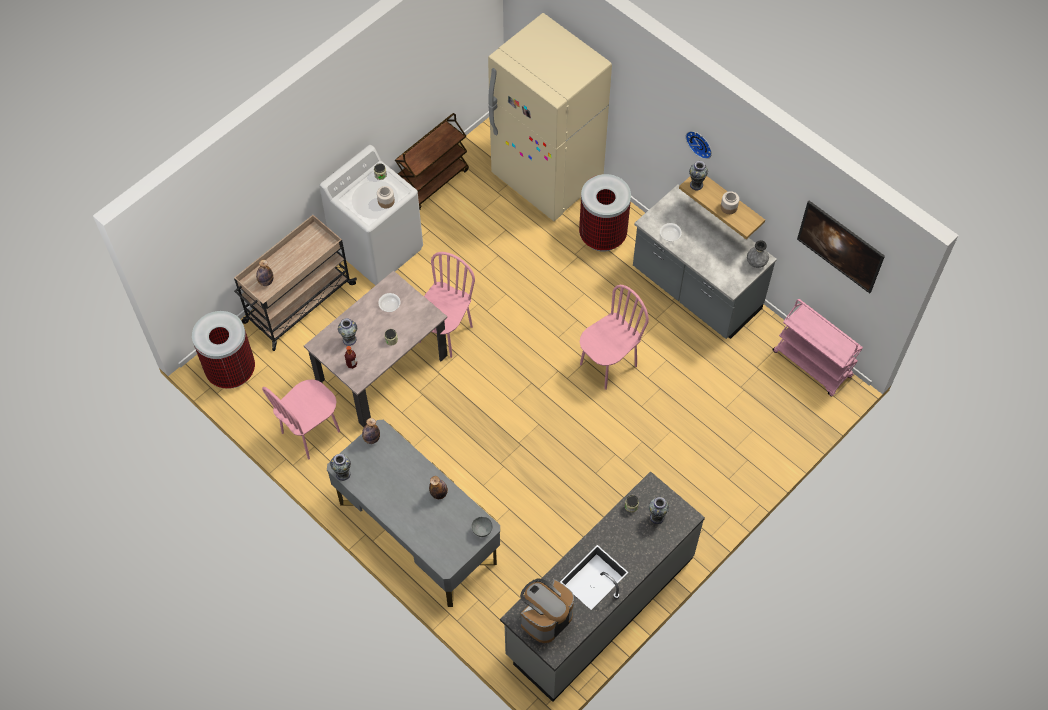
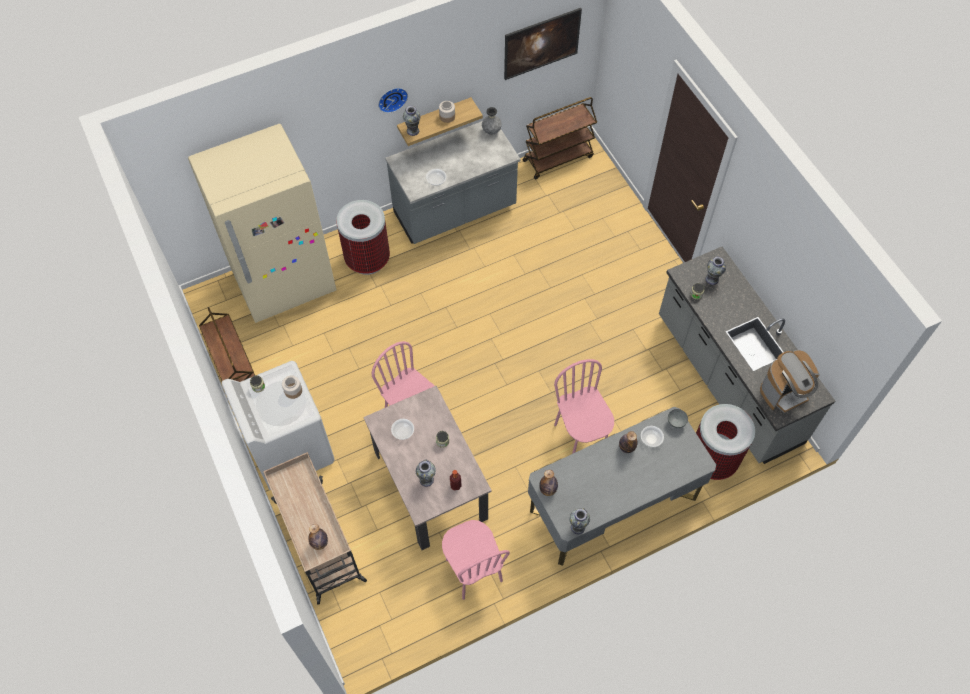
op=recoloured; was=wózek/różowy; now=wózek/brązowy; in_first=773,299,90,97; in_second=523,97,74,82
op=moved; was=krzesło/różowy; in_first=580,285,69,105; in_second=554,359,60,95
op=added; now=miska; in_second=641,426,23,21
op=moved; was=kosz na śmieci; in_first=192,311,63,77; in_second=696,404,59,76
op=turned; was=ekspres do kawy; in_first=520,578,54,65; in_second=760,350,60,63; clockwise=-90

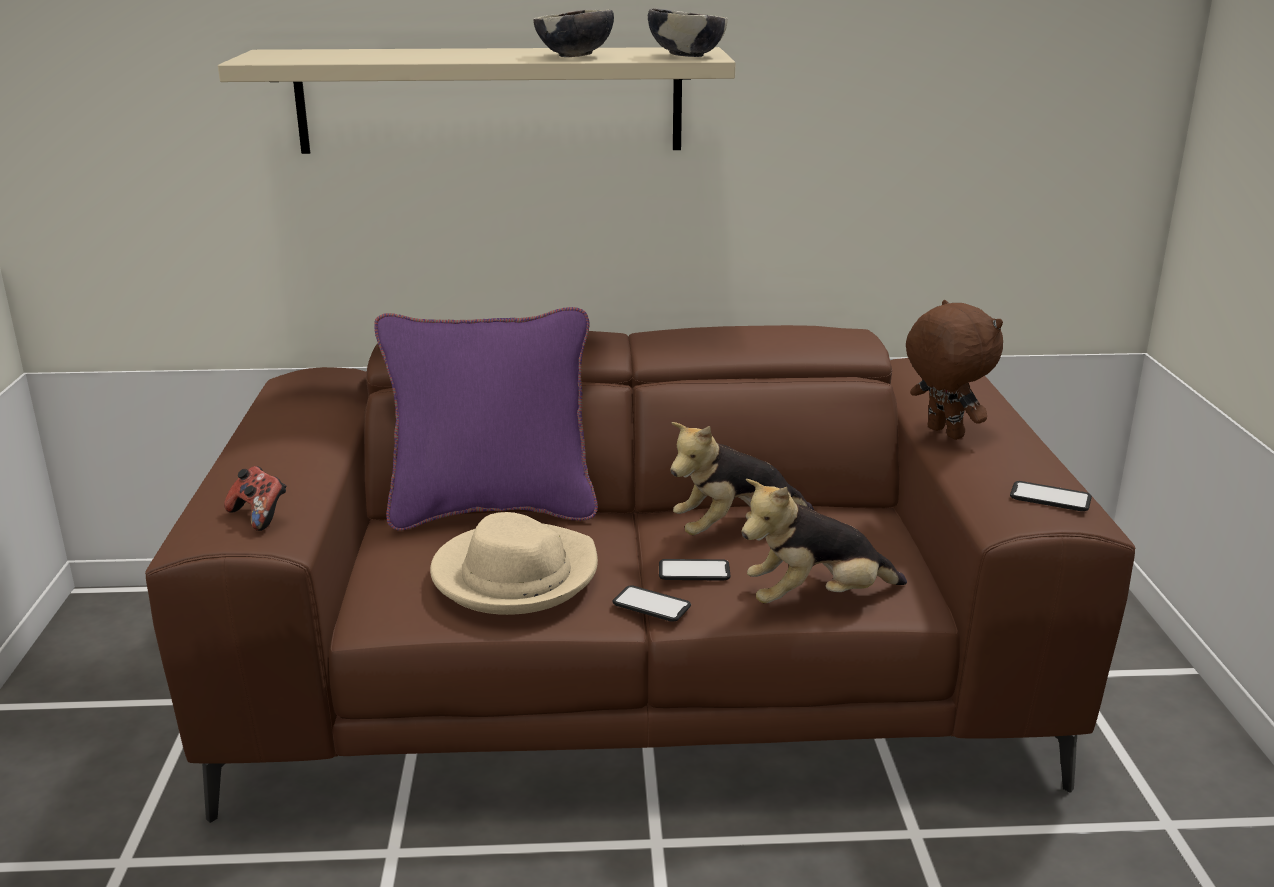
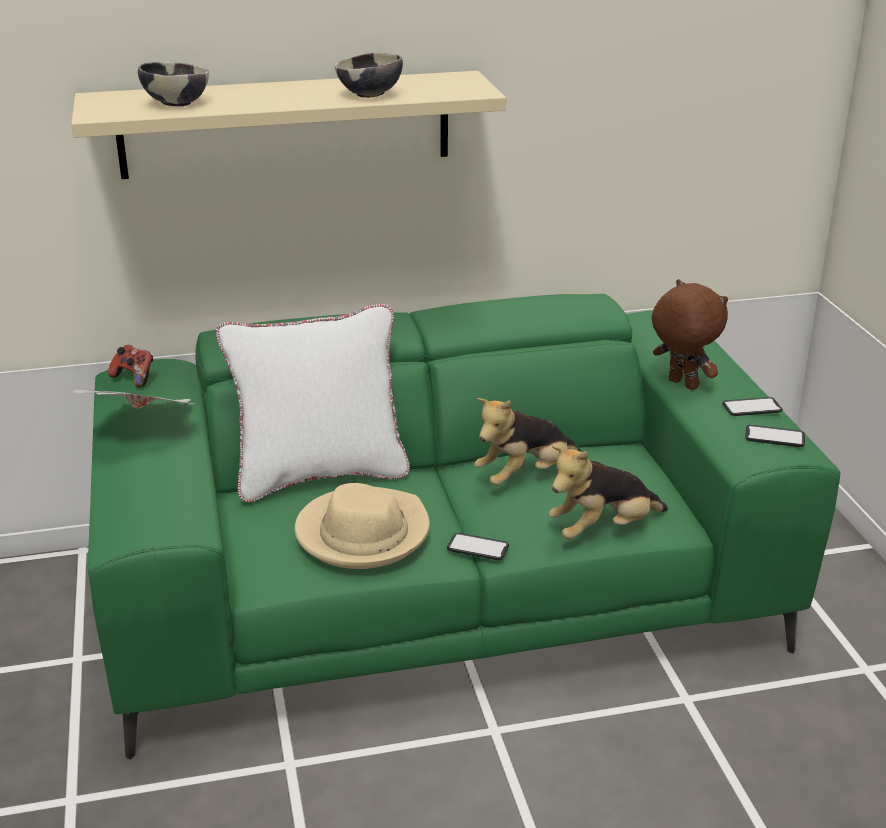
op=added; now=gazeta; in_second=73,390,121,19
op=recoloured; was=kanapa/brązowy; now=kanapa/zielony; in_first=145,325,991,498; in_second=88,294,753,466
op=moved; was=pad do gier; in_first=224,466,62,65; in_second=108,345,45,43
op=moved; was=miska; in_first=648,8,80,49; in_second=138,62,71,44
op=recoloured; was=poduszka/fioletowy; now=poduszka/biały; in_first=374,307,224,224; in_second=216,304,194,198
op=moved; was=telefon; in_first=659,559,72,22; in_second=722,397,61,19

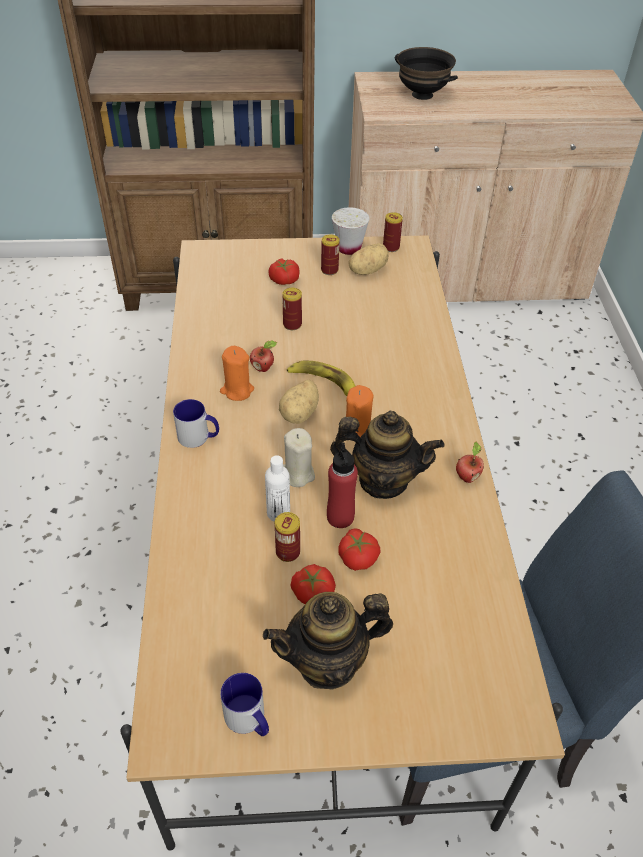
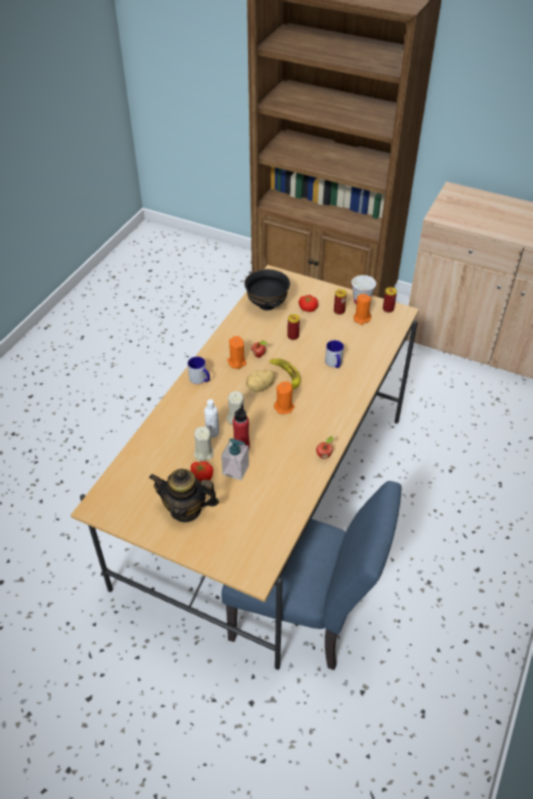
op=replaced; was=puszka; now=świeca/beżowy; in_first=275,512,25,50; in_second=194,426,20,35
op=replaced; was=pomidor; now=dozownik mydła; in_first=338,529,42,42; in_second=221,438,28,43
op=moved; was=miska/czarny; in_first=395,47,63,53; in_second=244,269,46,42
op=moved; was=kubek; in_first=220,673,49,63; in_second=325,340,19,28
op=replaced; was=ziemniak; now=świeca/pomarańczowy; in_first=348,243,40,32; in_second=354,294,17,31
op=removed; was=imbryk; in_first=330,411,114,88

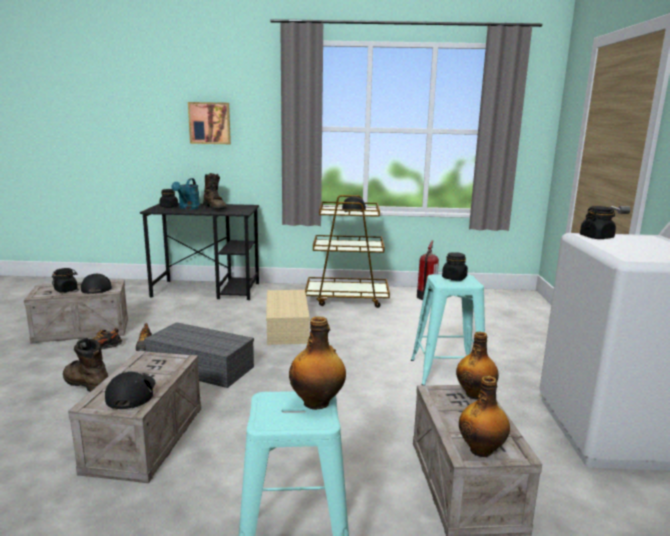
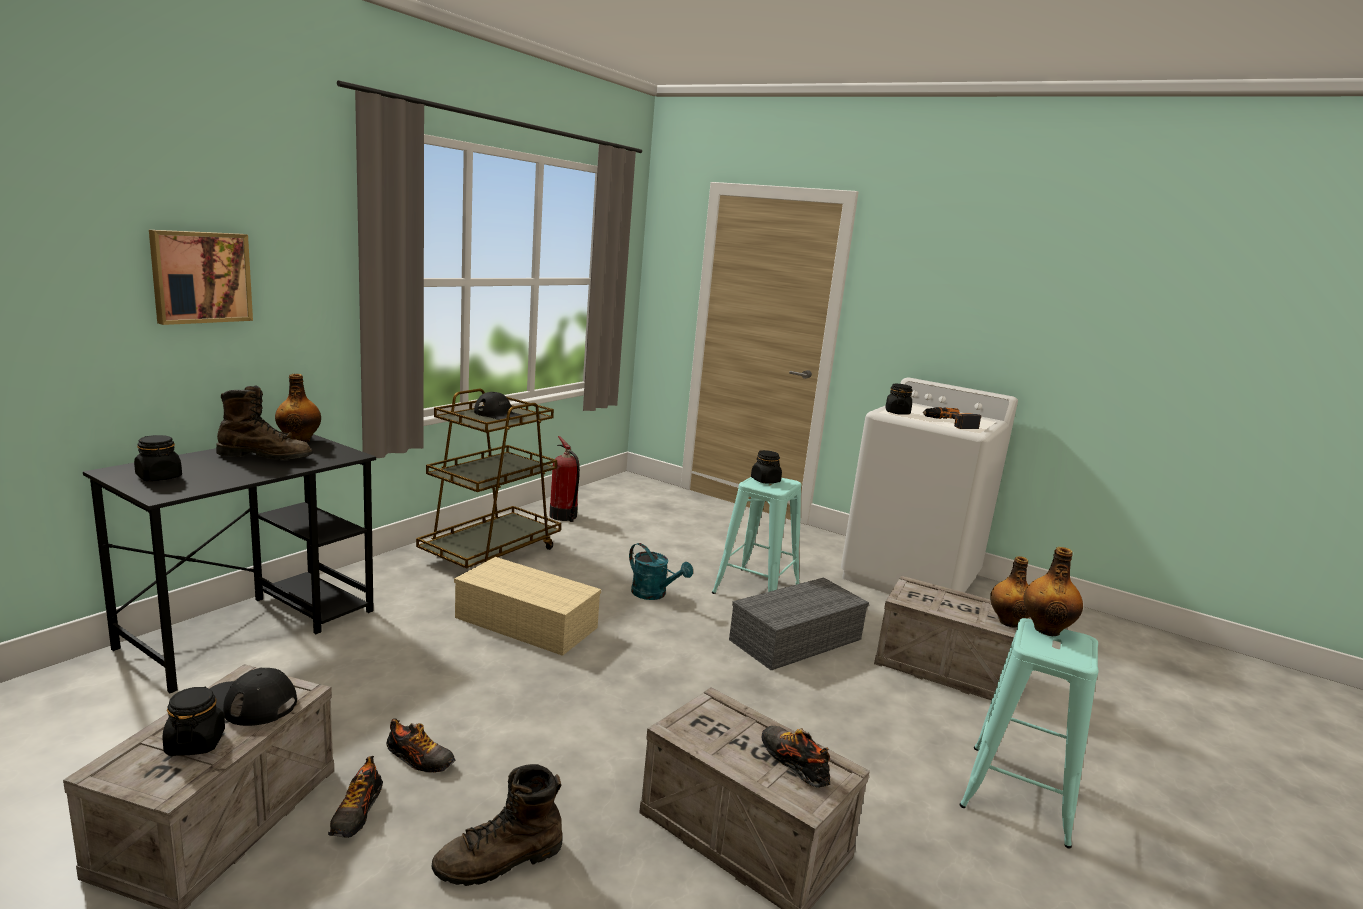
op=moved; was=butelka; in_first=456,332,43,67; in_second=275,374,46,69
op=moved; was=konewka/turkusowy; in_first=171,178,29,32; in_second=629,543,64,57
op=moved; was=pojemnik do przechowywania/szary; in_first=144,322,110,66; in_second=729,577,140,93
op=replaced; was=czapka z daszkiem/czarny; now=but; in_first=105,372,51,37; in_second=762,726,68,62
op=added; now=wiertarka; in_second=923,407,58,22

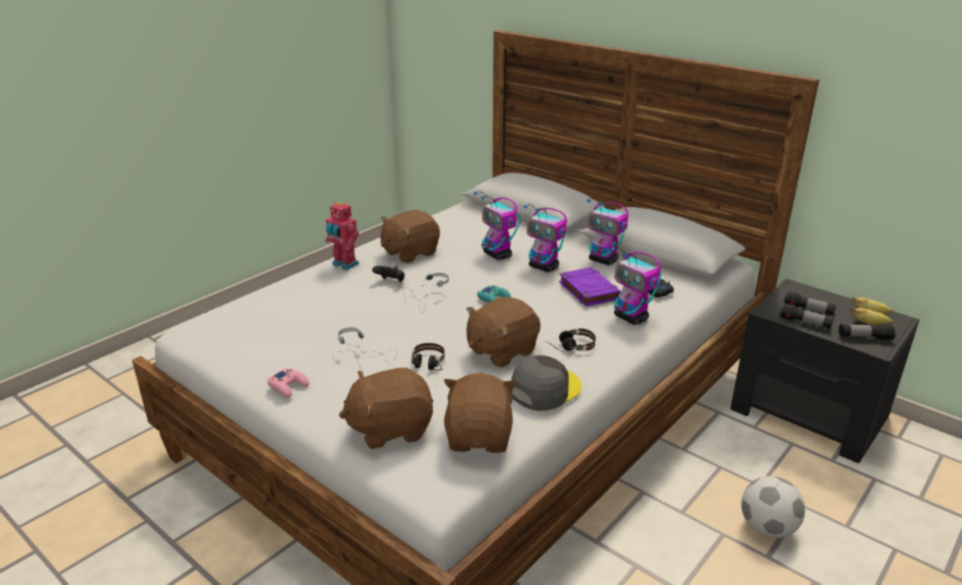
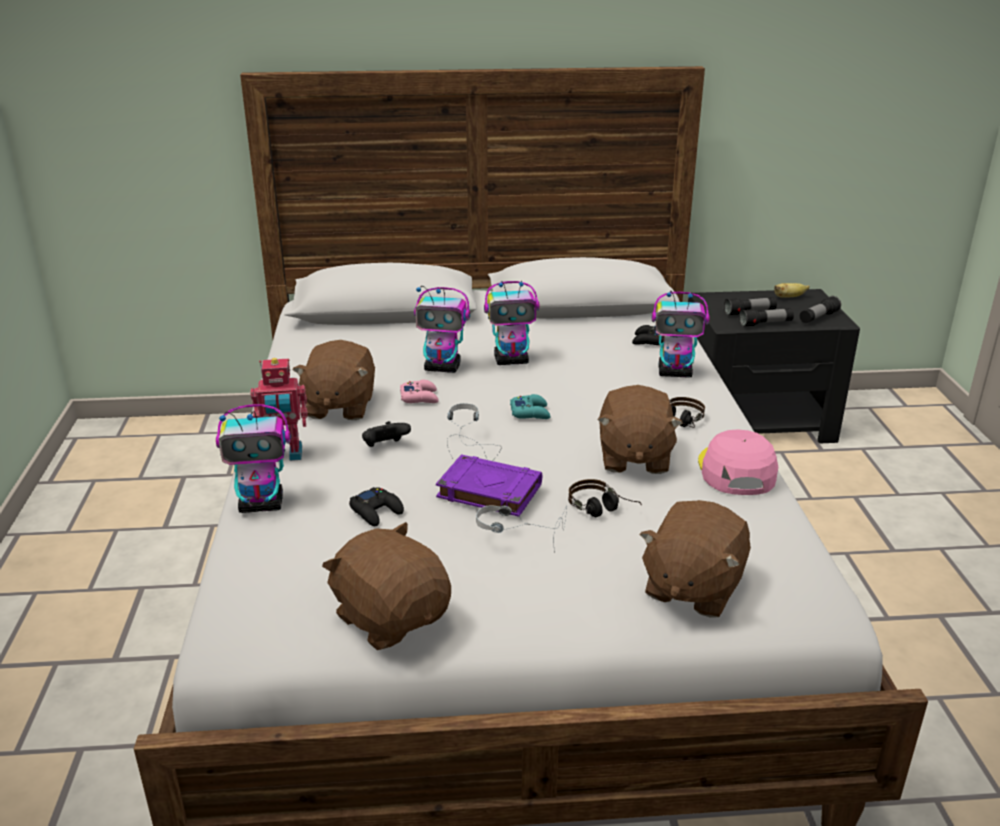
op=moved; was=robot zabawkowy; in_first=587,198,42,67; in_second=216,404,75,109
op=moved; was=pluszak/brązowy; in_first=444,373,73,80; in_second=322,522,129,128
op=added; now=pad do gier/czarny; in_second=349,487,55,39
op=moved; was=pad do gier/różowy; in_first=268,368,41,30; in_second=400,380,39,23
op=moved; was=książka/fioletowy; in_first=559,267,62,40; in_second=436,454,106,63
op=recoloured; was=czapka z daszkiem/szary; now=czapka z daszkiem/różowy; in_first=511,355,71,56; in_second=698,429,80,66
op=removed; was=piłka futbolowa; in_first=741,476,64,62
op=removed; was=banan; in_first=851,307,42,19

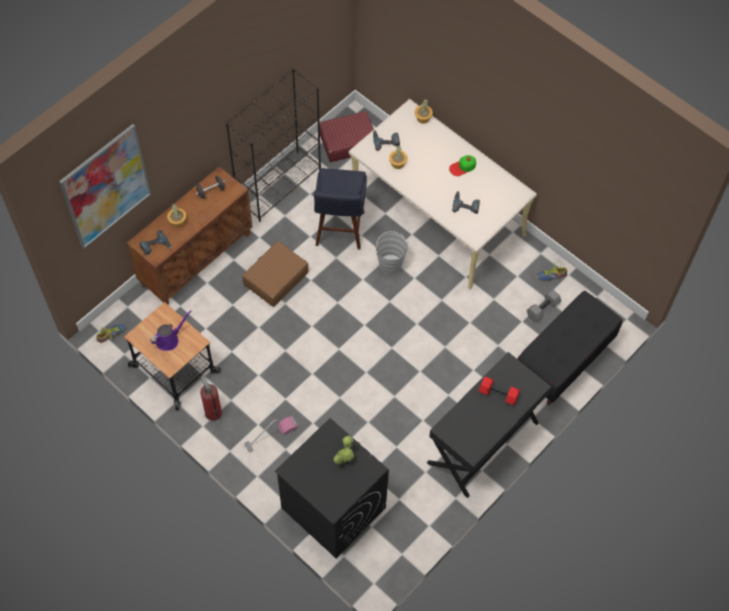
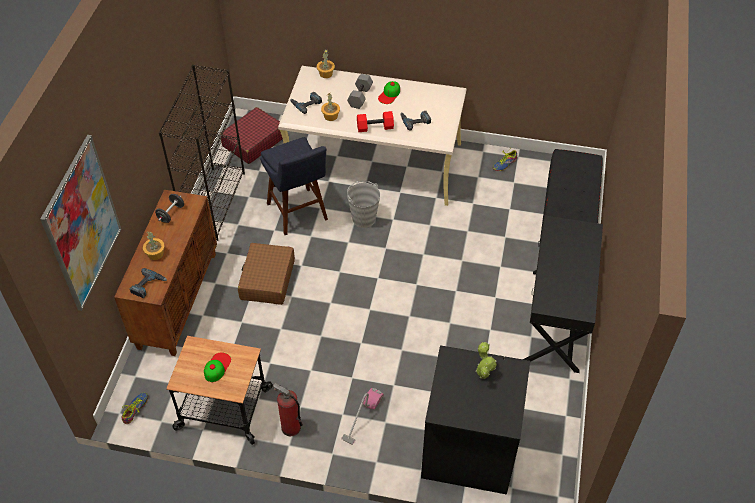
op=replaced; was=konewka/fioletowy; now=czapka z daszkiem; in_first=150,310,41,41; in_second=204,352,27,30
op=moved; was=hantel/szary; in_first=527,290,34,32; in_second=347,74,26,35
op=moved; was=hantel/czerwony; in_first=479,377,41,28; in_second=357,111,37,21

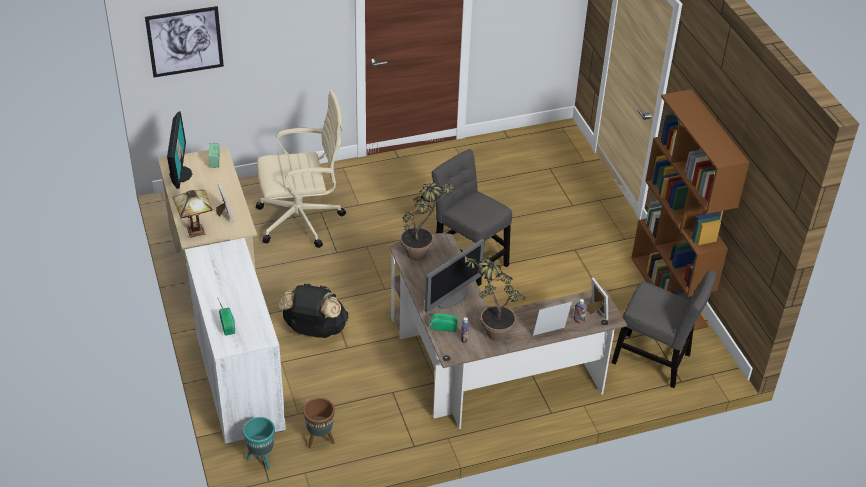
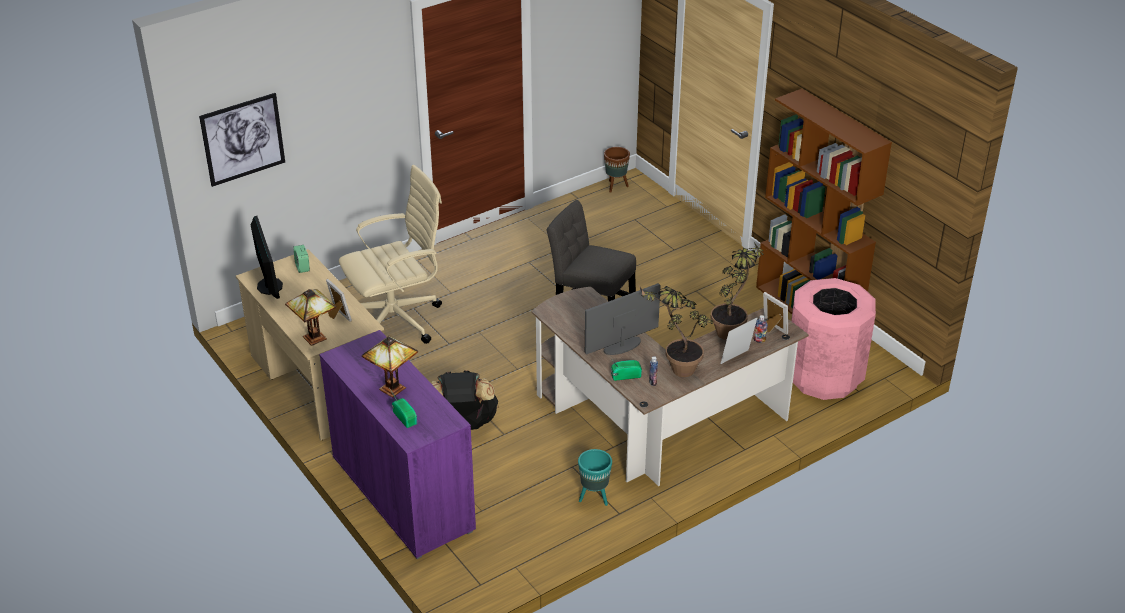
op=recoloured; was=szafka/biały; now=szafka/fioletowy; in_first=185,238,101,207; in_second=319,330,157,229
op=added; now=lampa stołowa; in_second=362,336,56,61
op=moved; was=donica/turkusowy; in_first=243,417,32,53; in_second=578,449,34,57
op=turned; was=monitor; in_first=425,239,60,74; in_second=584,283,77,72; clockwise=-150
op=moved; was=donica/brązowy; in_first=303,398,32,50; in_second=604,147,26,46
op=moved; was=roślina doniczkowa; in_first=400,179,54,81; in_second=710,241,55,99
op=replaced; was=krzesło/szary; now=kosz na śmieci/różowy; in_first=611,270,105,118; in_second=791,278,85,122

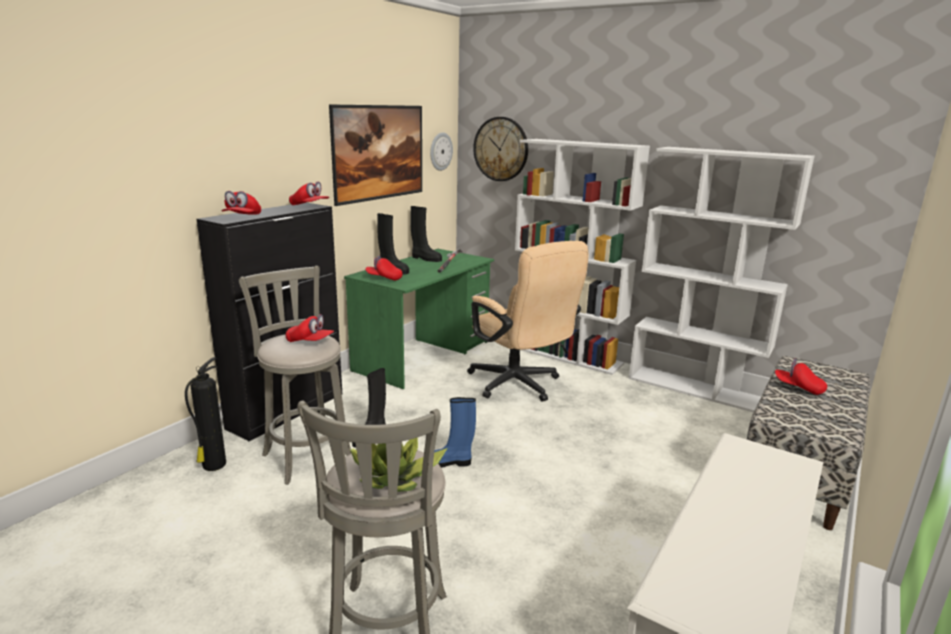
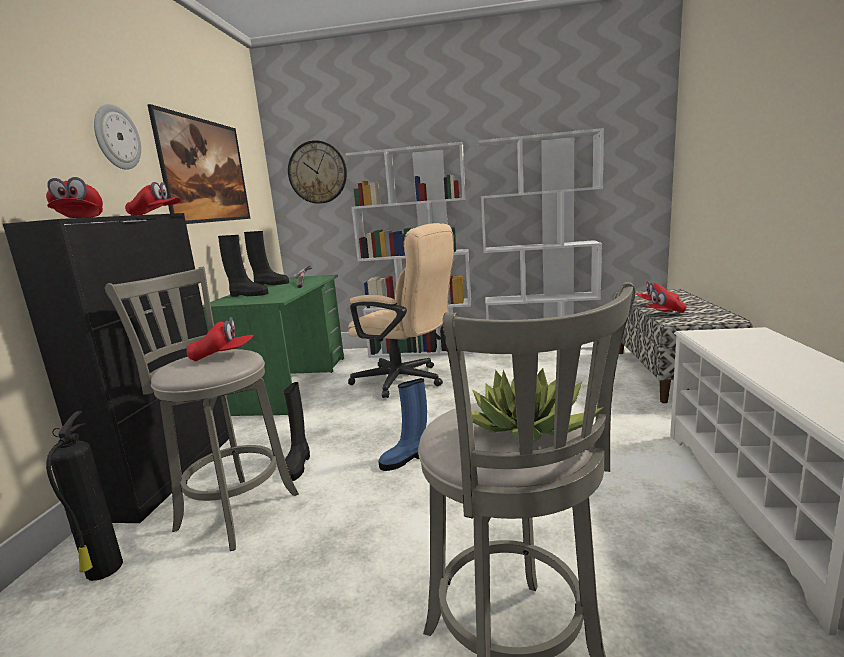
op=moved; was=zegar ścienny; in_first=430,132,23,39; in_second=94,104,47,66
op=moved; was=czapka z daszkiem/czerwony; in_first=365,256,38,24; in_second=643,290,43,23

